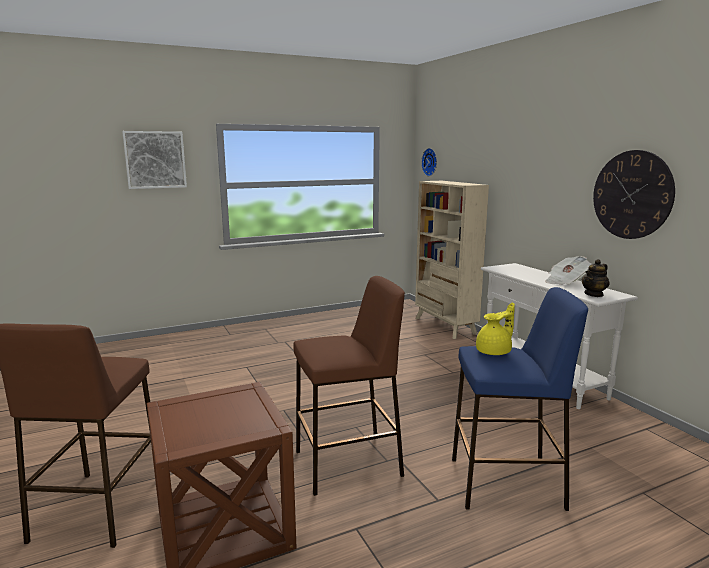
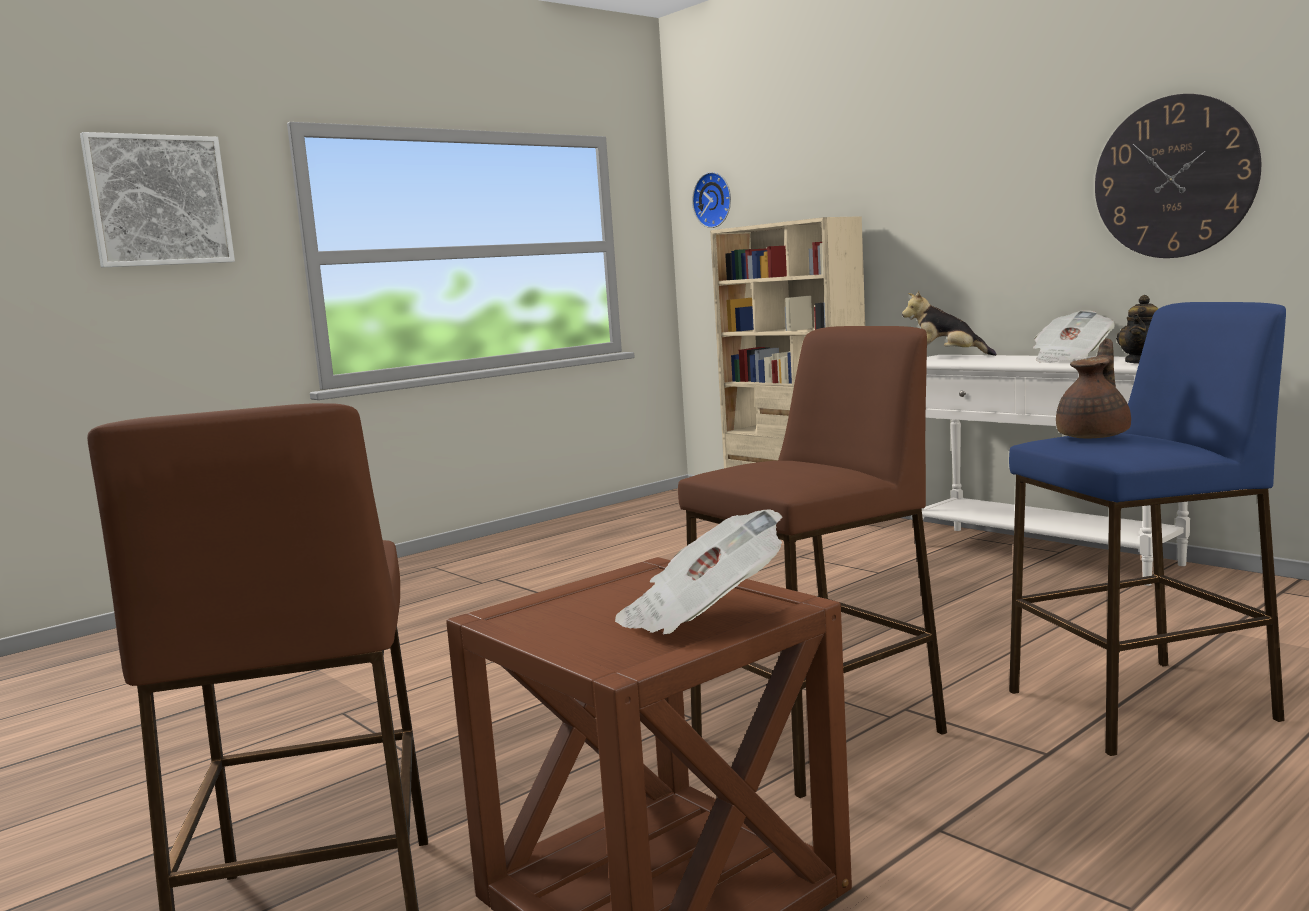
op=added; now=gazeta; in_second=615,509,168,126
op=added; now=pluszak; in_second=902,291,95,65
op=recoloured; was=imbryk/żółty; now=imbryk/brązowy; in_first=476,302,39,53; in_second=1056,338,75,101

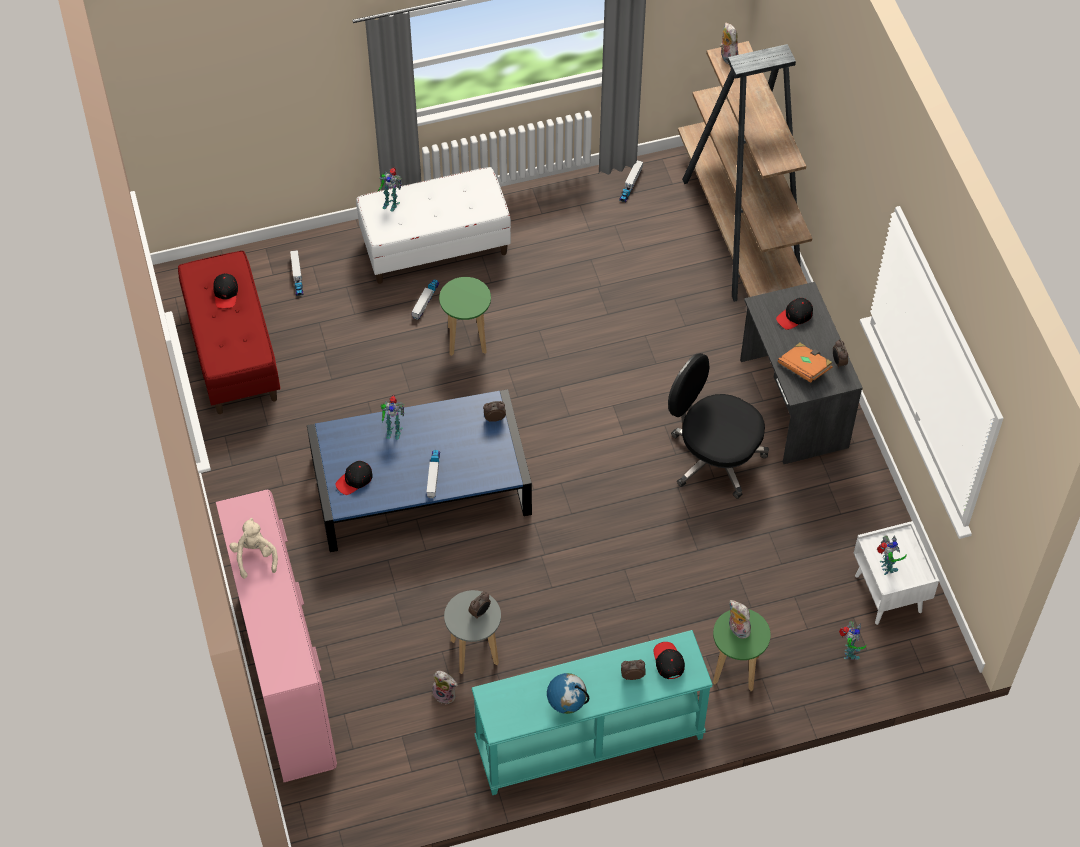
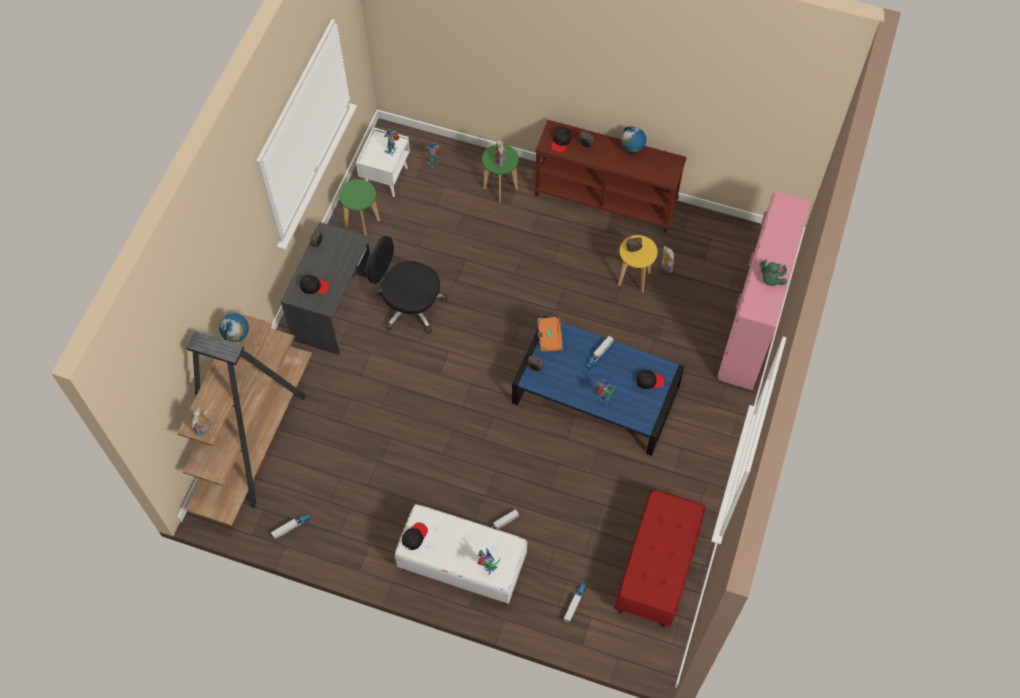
op=added; now=globus; in_second=219,313,30,29
op=moved; was=stołek/zielony; in_first=439,277,52,79; in_second=339,179,41,56
op=turned; was=krzesło biurowe/czarny; in_first=668,353,101,146; in_second=366,236,81,97; clockwise=135
op=moved; was=czapka z daszkiem/czarny; in_first=213,273,25,36; in_second=402,522,26,28
op=recoloured; was=stolik konsolowy/turkusowy; now=stolik konsolowy/brązowy; in_first=472,630,241,165; in_second=534,120,153,113
op=moved; was=książka/pomarańczowy; in_first=778,343,55,40; in_second=537,317,26,35
op=recoloured; was=stołek/szary; now=stołek/żółty; in_first=444,590,57,84; in_second=618,235,40,58
op=recoloured; was=pluszak/beżowy; now=pluszak/zielony; in_first=229,518,49,61; in_second=759,260,28,26

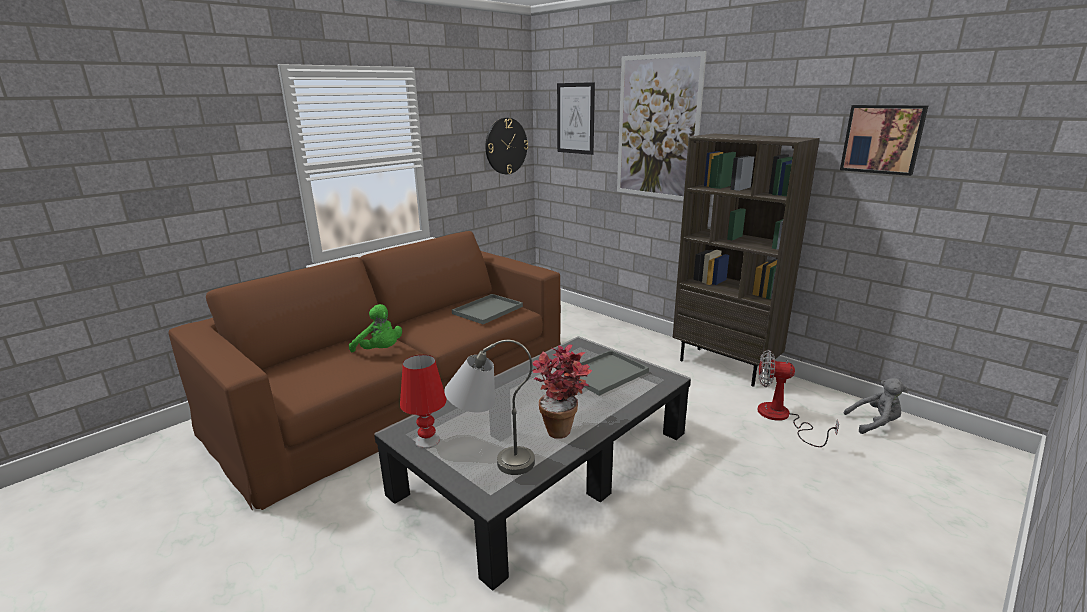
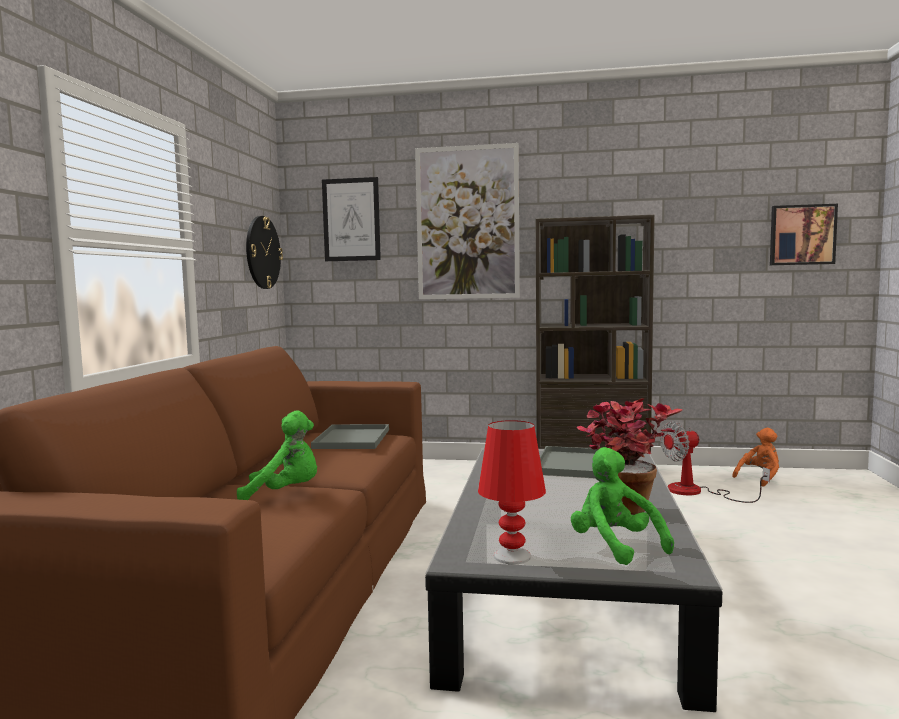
op=replaced; was=lampa stołowa/szary; now=pluszak/zielony; in_first=444,340,91,135; in_second=571,447,103,118
op=recoloured; was=pluszak/szary; now=pluszak/pomarańczowy; in_first=844,378,64,56; in_second=732,428,47,58
op=moved; was=obraz; in_first=840,105,89,71; in_second=770,204,68,61

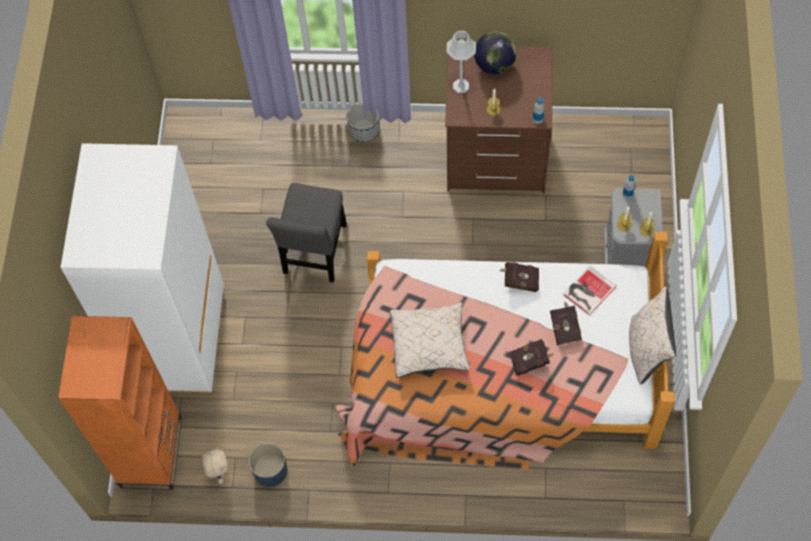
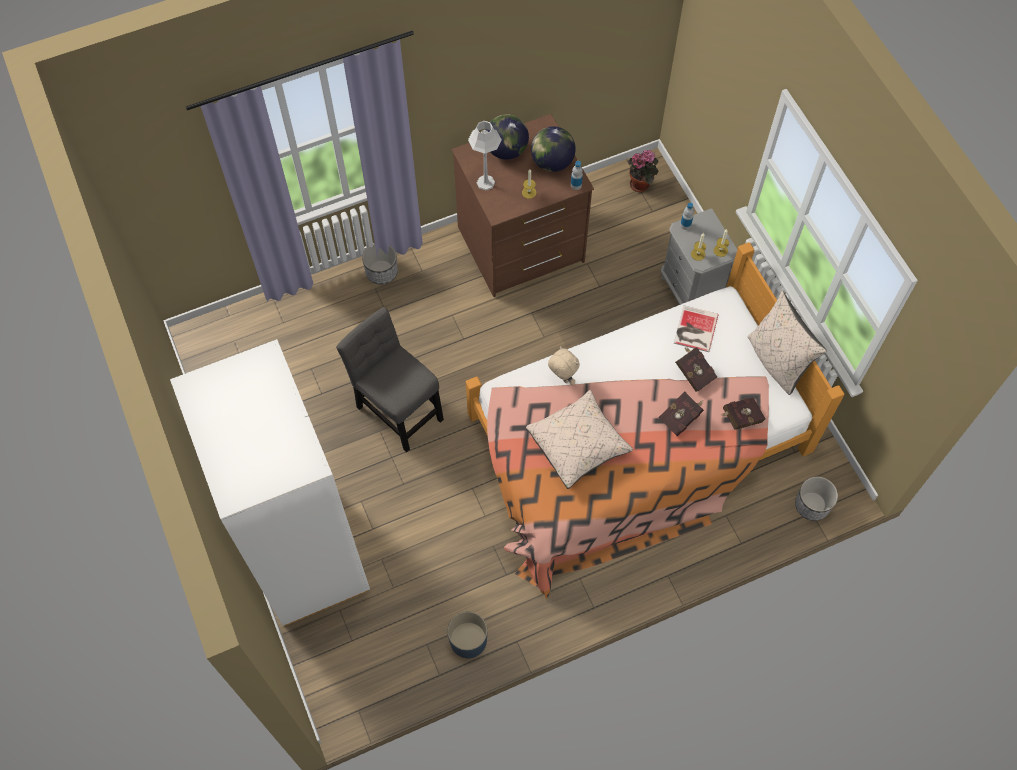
op=turned; was=krzesło/szary; in_first=266,183,81,100; in_second=336,307,108,145; clockwise=150
op=added; now=globus; in_second=531,126,45,46
op=moved; was=pluszak/beżowy; in_first=201,447,27,37; in_second=548,346,32,39
op=added; now=roślina doniczkowa; in_second=628,150,30,42
op=moved; was=książka/czerwony; in_first=500,262,39,30; in_second=722,397,44,33
op=added; now=donica; in_second=795,476,43,45
op=removed; was=regał/pomarańczowy; in_first=58,316,124,174

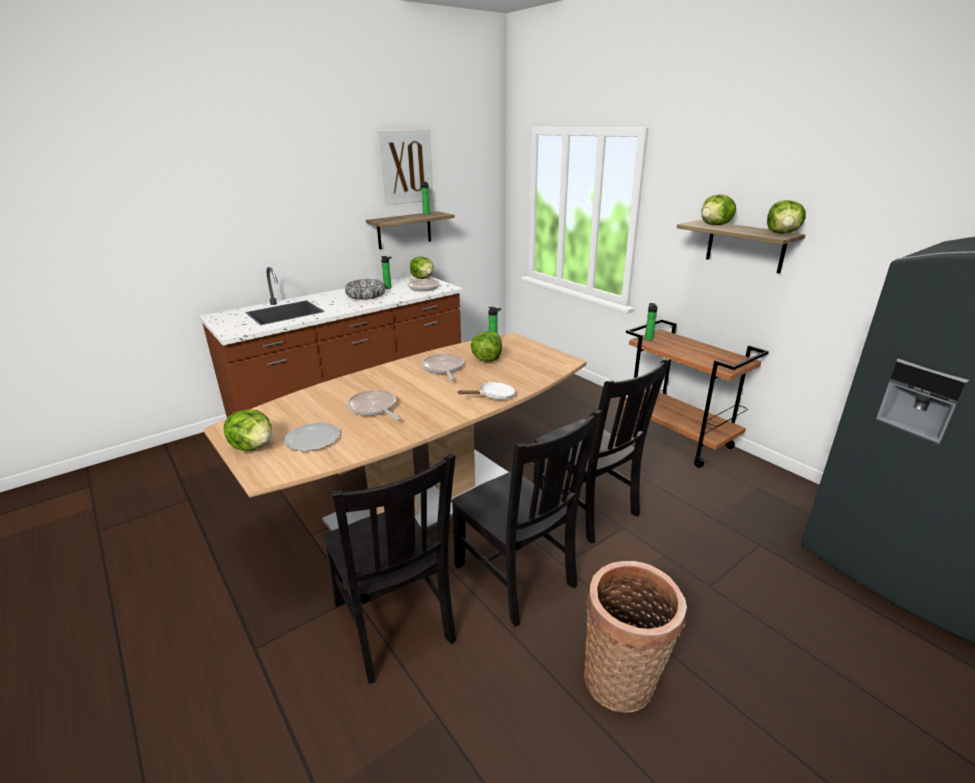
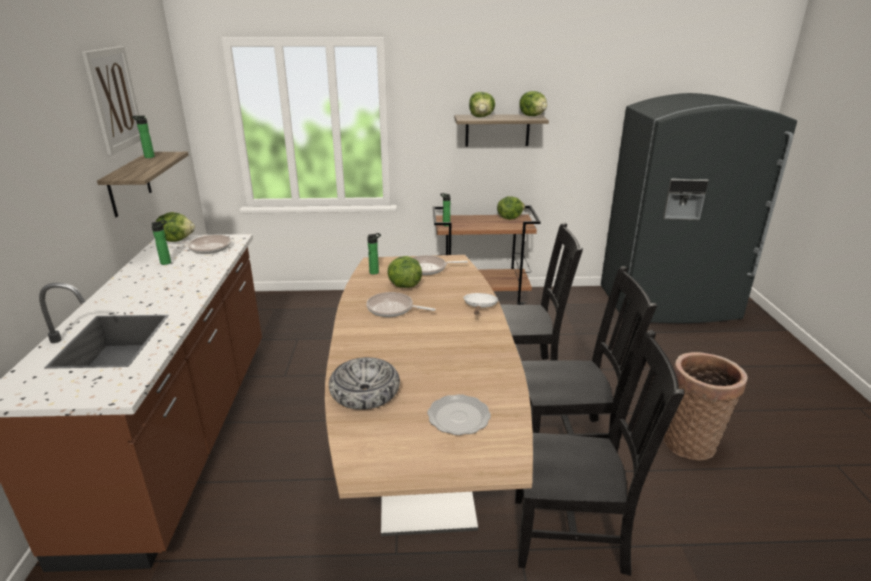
op=moved; was=miska; in_first=345,279,40,21; in_second=329,357,71,53
op=moved; was=patelnia; in_first=347,390,53,30; in_second=413,255,55,20
op=moved; was=sałata; in_first=223,409,49,42; in_second=497,196,28,24

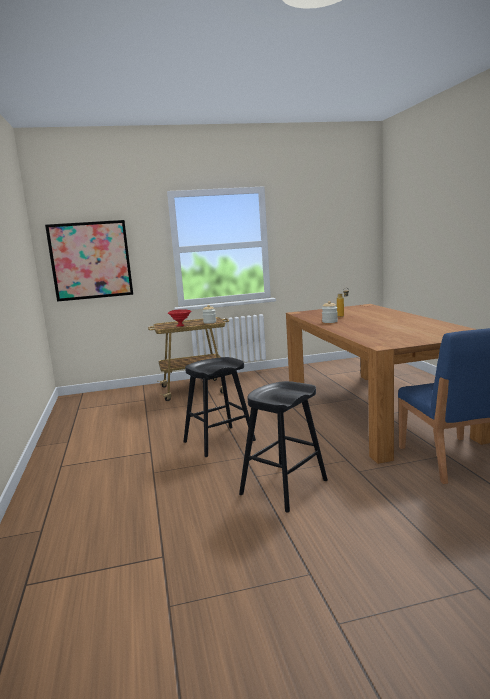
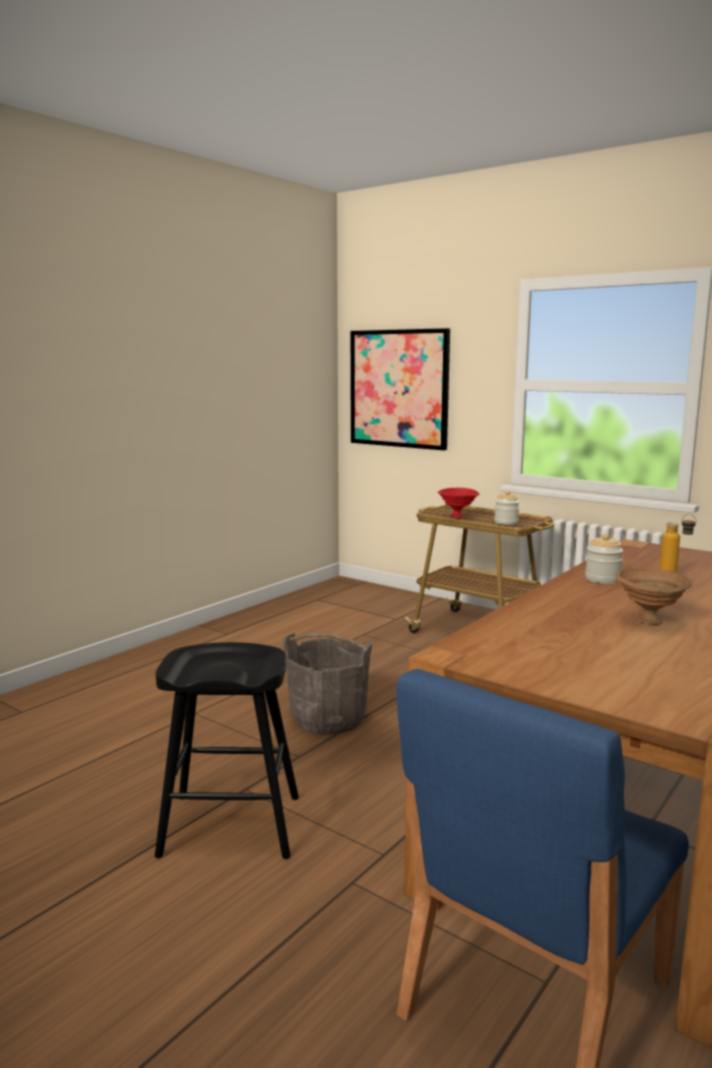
op=replaced; was=stołek/czarny; now=wiadro/szary; in_first=184,357,72,100; in_second=282,633,90,102
op=added; now=miska/brązowy; in_second=616,569,77,56

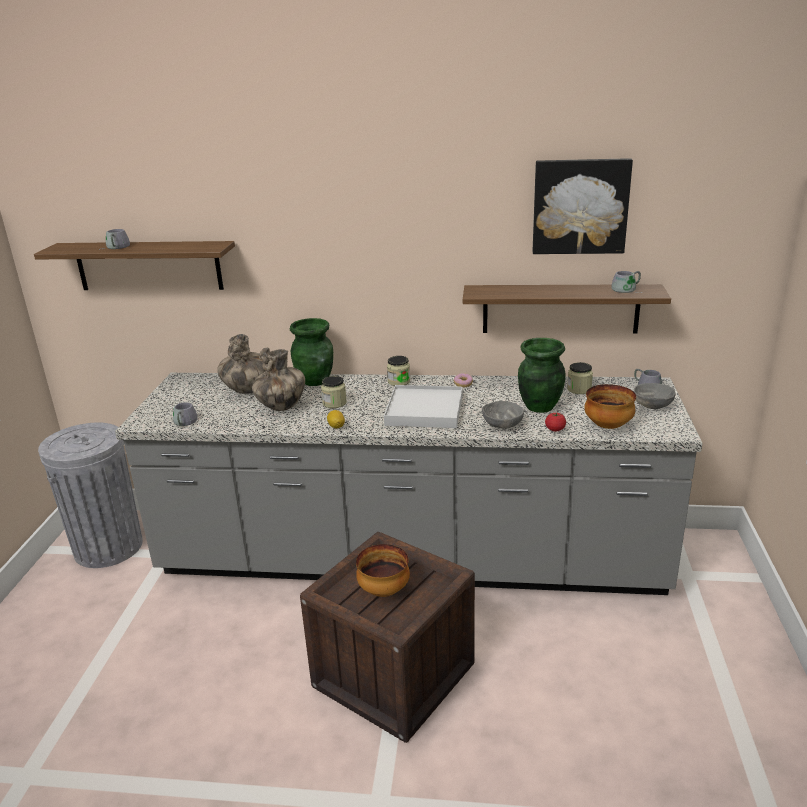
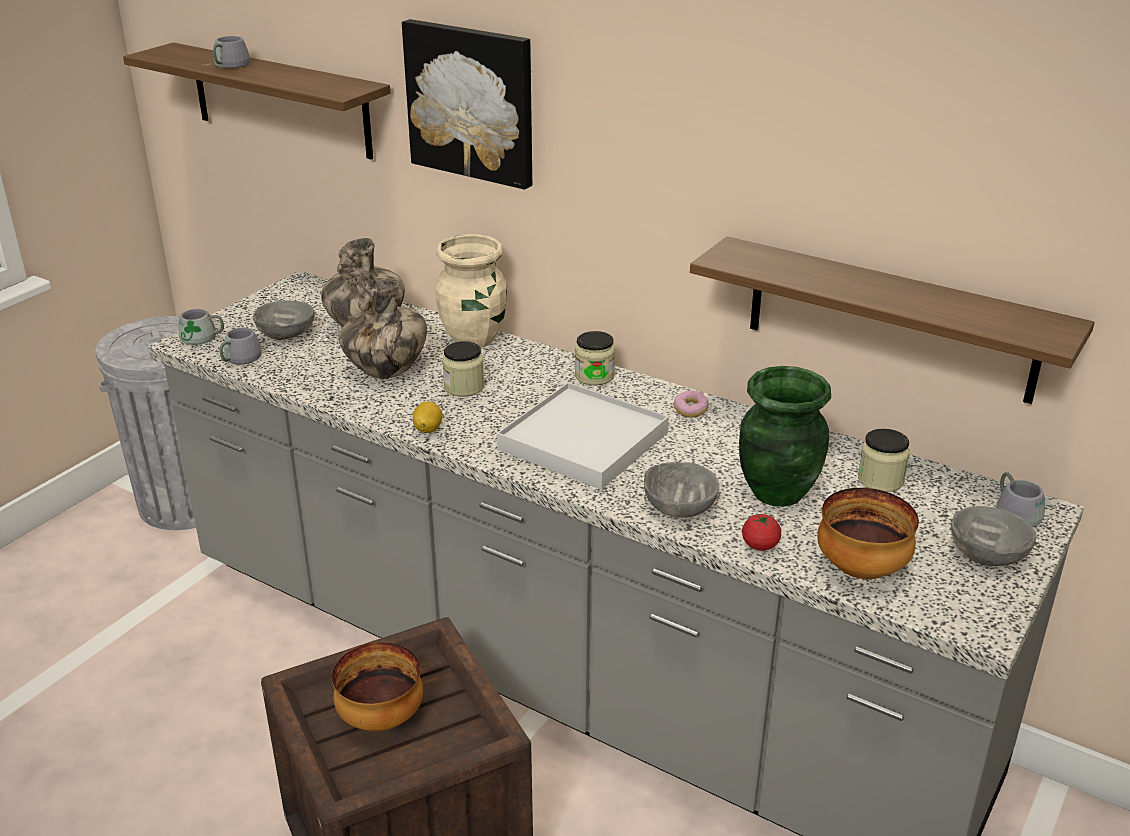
op=moved; was=kubek/szary; in_first=611,271,31,22; in_second=178,309,46,41
op=added; now=miska/szary; in_second=253,301,61,39
op=moved; was=obraz; in_first=533,158,100,96; in_second=402,19,130,171
op=recoloured; was=wazon/zielony; now=wazon/beżowy; in_first=290,318,43,68; in_second=435,234,72,114

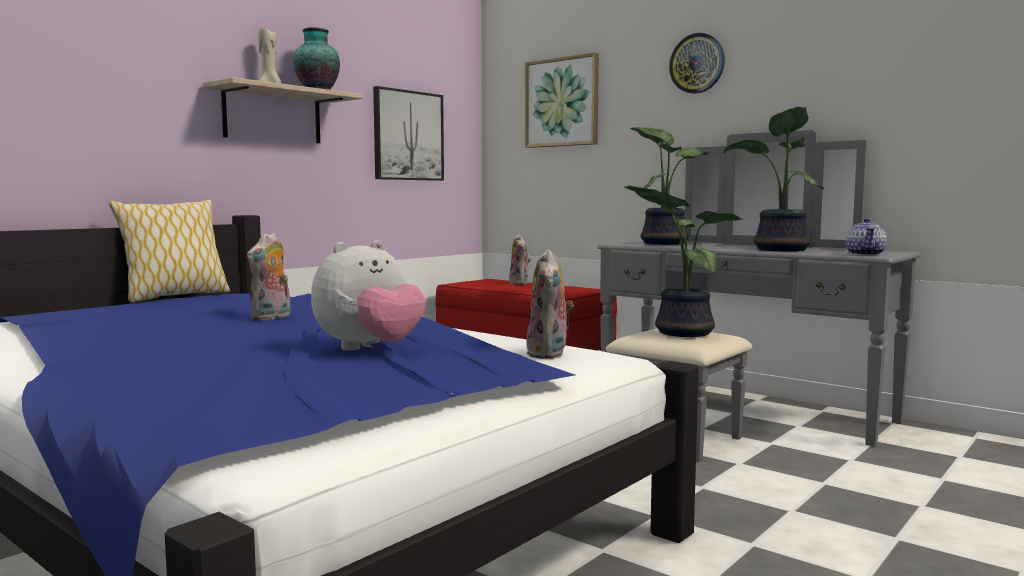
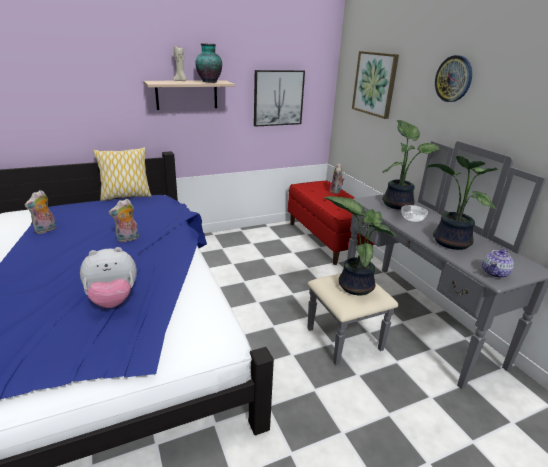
op=moved; was=pluszak; in_first=526,249,48,110; in_second=25,190,31,44
op=added; now=miska; in_second=401,205,27,17

